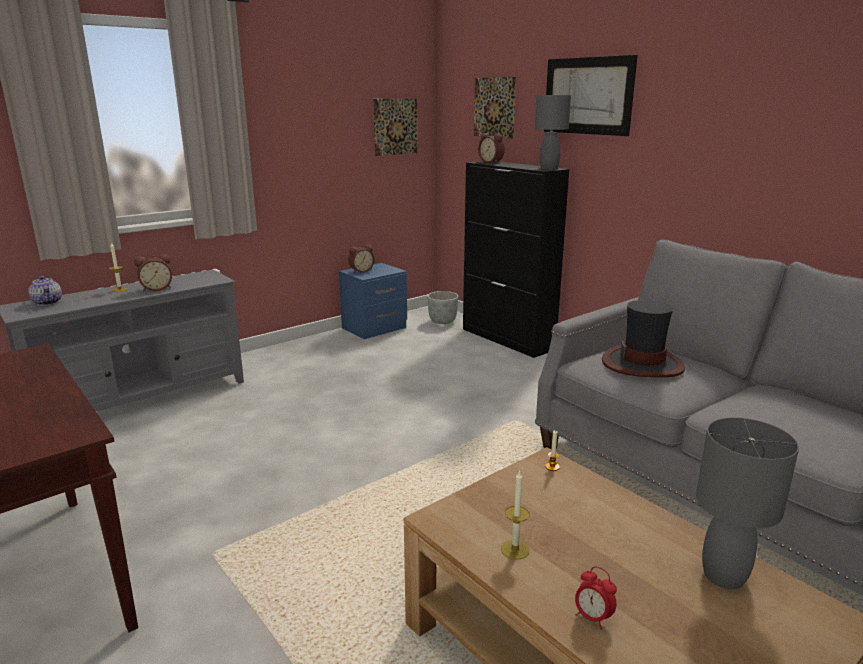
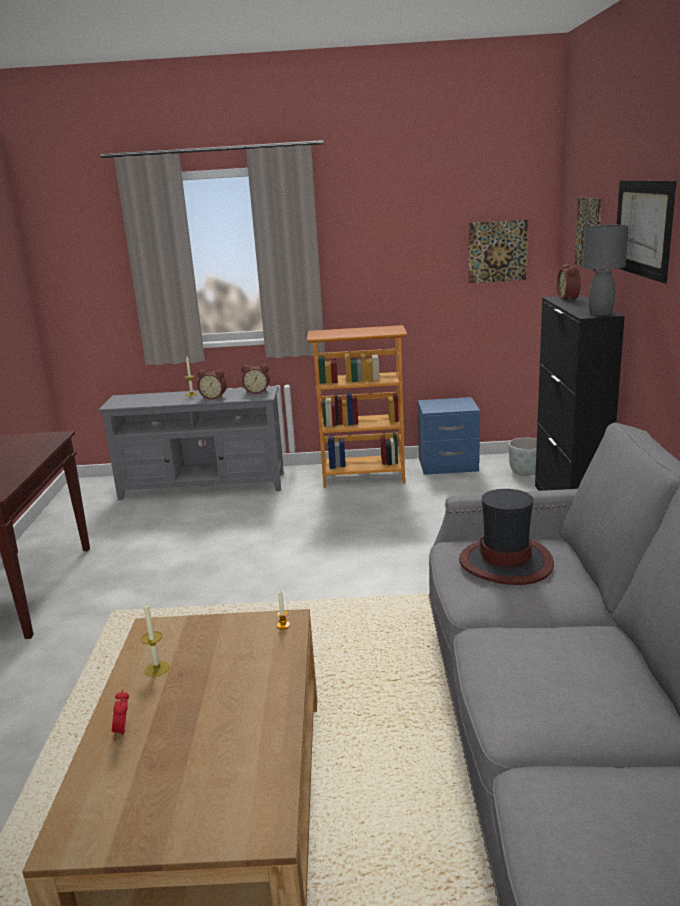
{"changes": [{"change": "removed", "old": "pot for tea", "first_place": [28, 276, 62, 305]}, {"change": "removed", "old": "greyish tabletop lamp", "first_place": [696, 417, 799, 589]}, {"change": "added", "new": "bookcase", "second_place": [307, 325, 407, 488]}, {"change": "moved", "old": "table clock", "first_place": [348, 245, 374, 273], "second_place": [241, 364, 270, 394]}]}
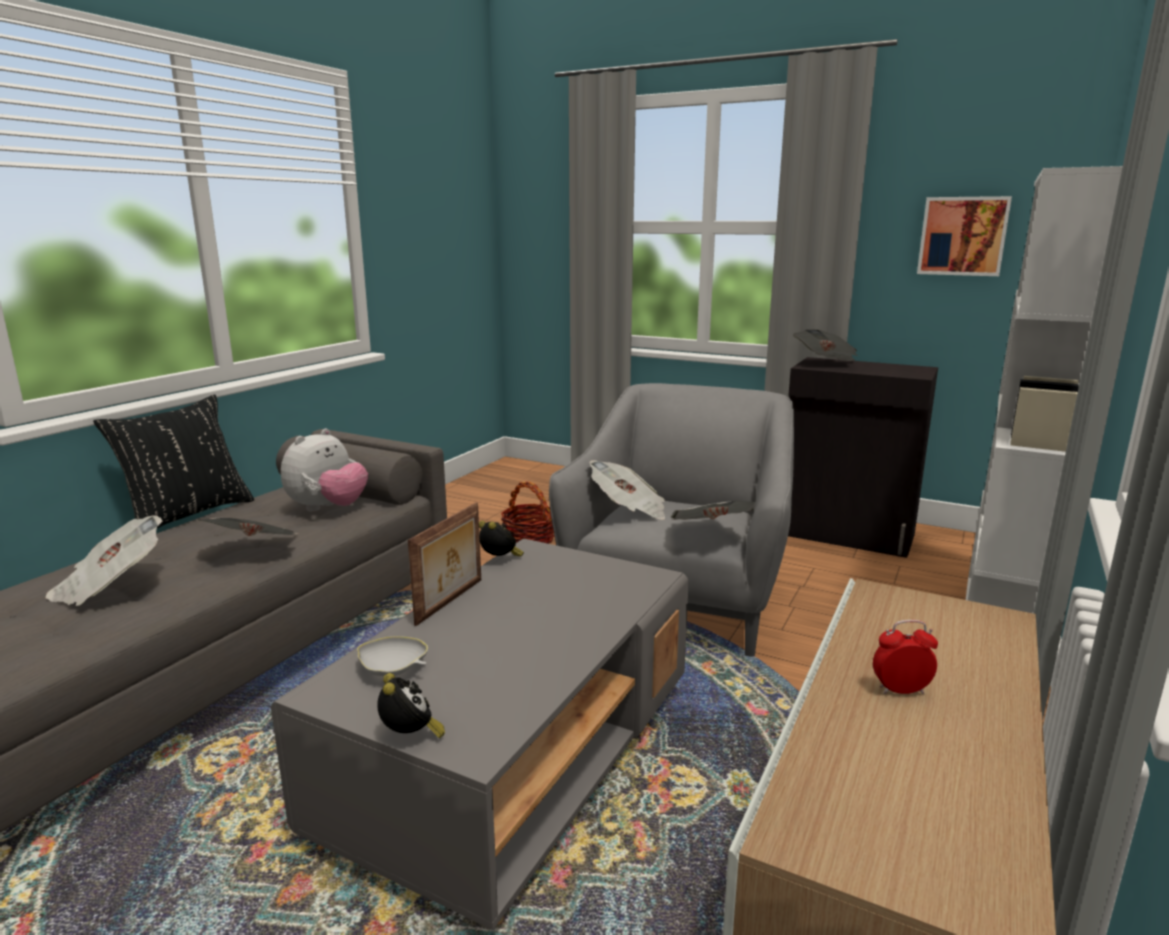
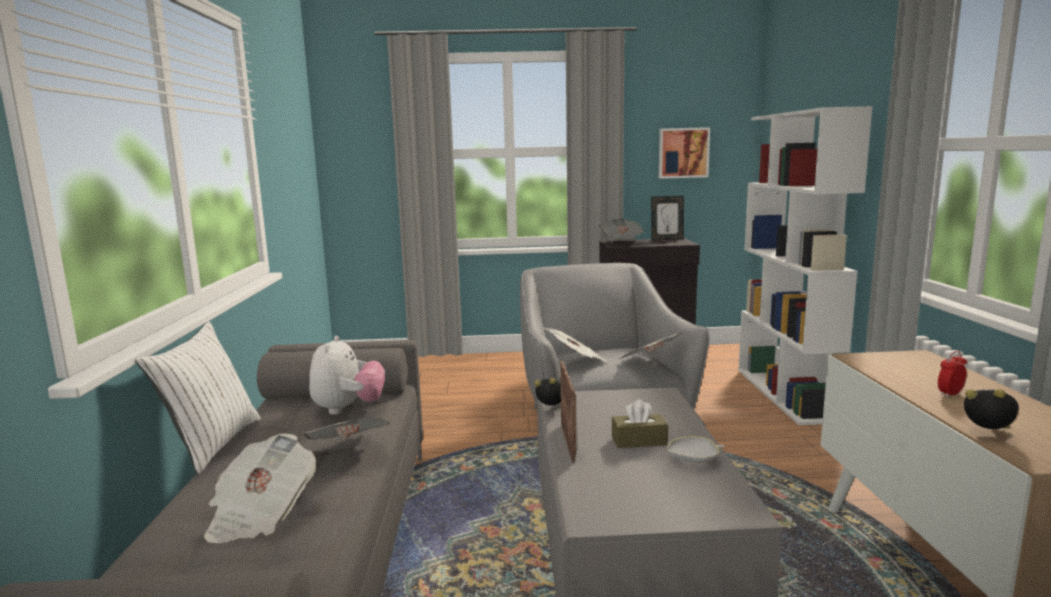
{"changes": [{"change": "removed", "old": "basket", "first_place": [501, 482, 554, 544]}, {"change": "added", "new": "brown box of tissues", "second_place": [612, 399, 668, 448]}, {"change": "added", "new": "standing frame", "second_place": [651, 196, 684, 240]}, {"change": "moved", "old": "white-coloured serving bowl", "first_place": [357, 636, 428, 676], "second_place": [667, 436, 725, 464]}, {"change": "moved", "old": "table clock", "first_place": [377, 673, 445, 738], "second_place": [964, 389, 1019, 429]}, {"change": "recoloured", "old": "black cushion", "new": "white-coloured cushion", "first_place": [93, 395, 255, 528], "second_place": [135, 321, 261, 474]}]}
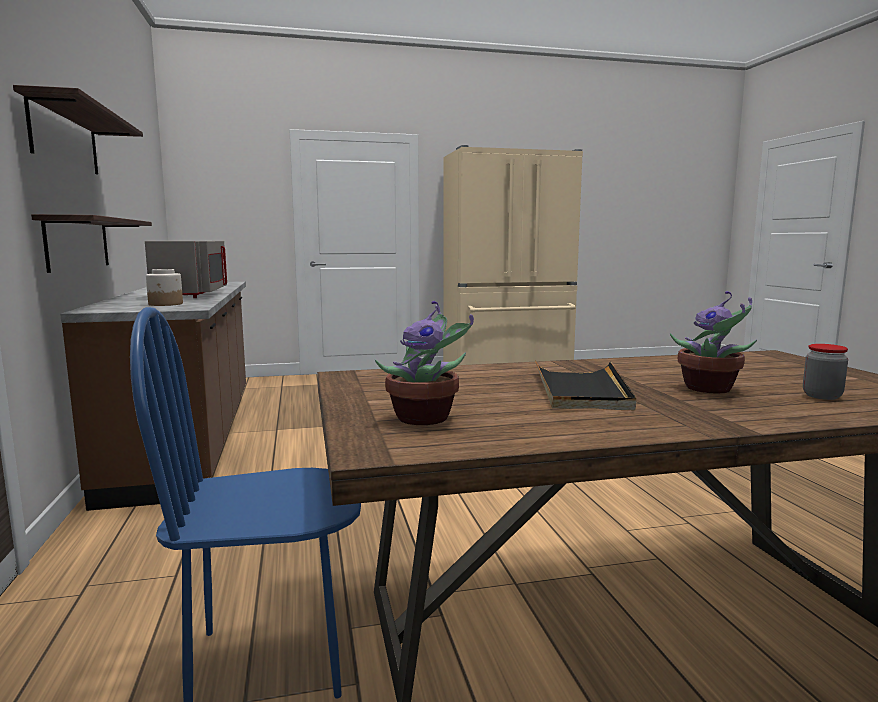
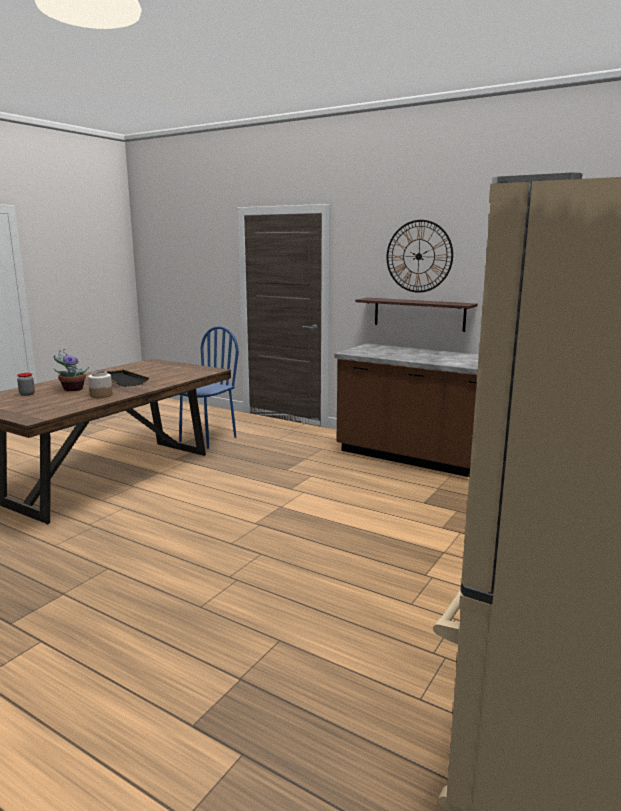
{"changes": [{"change": "removed", "old": "greyish microwave", "first_place": [145, 241, 227, 298]}, {"change": "removed", "old": "potted plant", "first_place": [375, 301, 474, 425]}, {"change": "moved", "old": "jar", "first_place": [146, 269, 183, 306], "second_place": [88, 371, 113, 398]}, {"change": "replaced", "old": "shelf", "new": "hanging clock", "first_place": [13, 85, 143, 174], "second_place": [387, 220, 453, 293]}]}
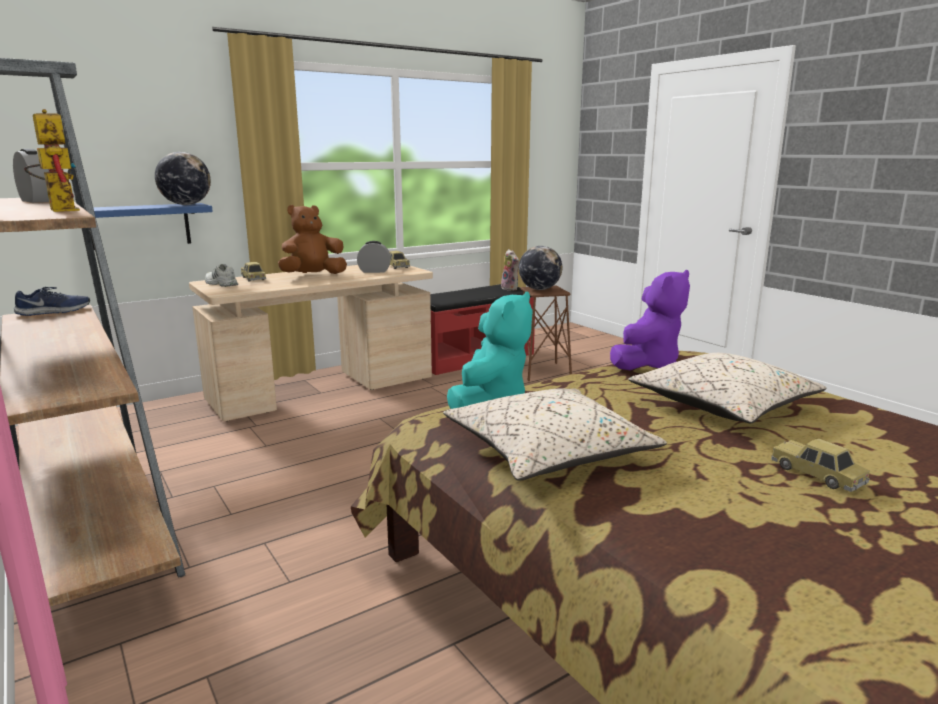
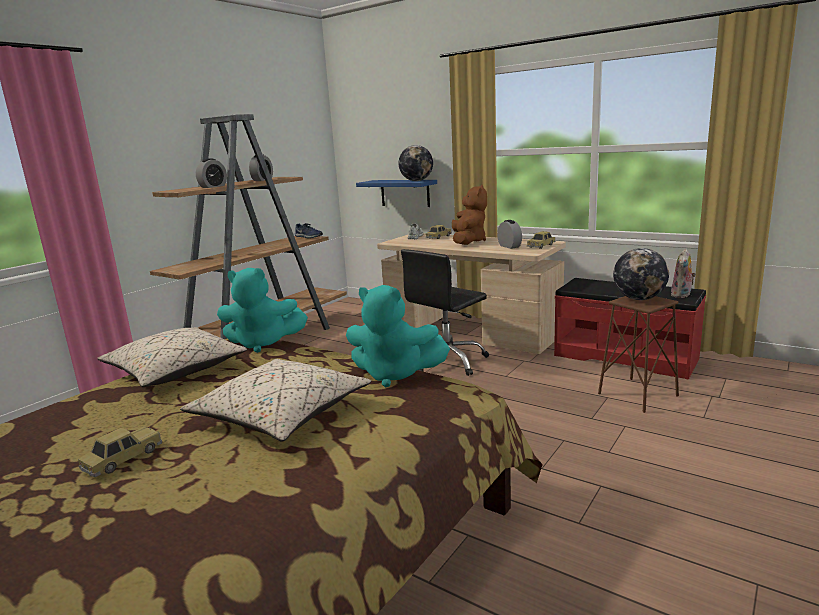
{"changes": [{"change": "added", "new": "black desk chair", "second_place": [401, 249, 489, 376]}, {"change": "replaced", "old": "robot figure", "new": "table clock", "first_place": [24, 109, 80, 212], "second_place": [196, 158, 227, 188]}, {"change": "recoloured", "old": "purple cuddly toy", "new": "turquoise cuddly toy", "first_place": [610, 270, 690, 370], "second_place": [346, 285, 450, 388]}, {"change": "turned", "old": "brown cuddly toy", "first_place": [278, 205, 347, 274], "second_place": [452, 185, 487, 245], "degrees": 60}]}
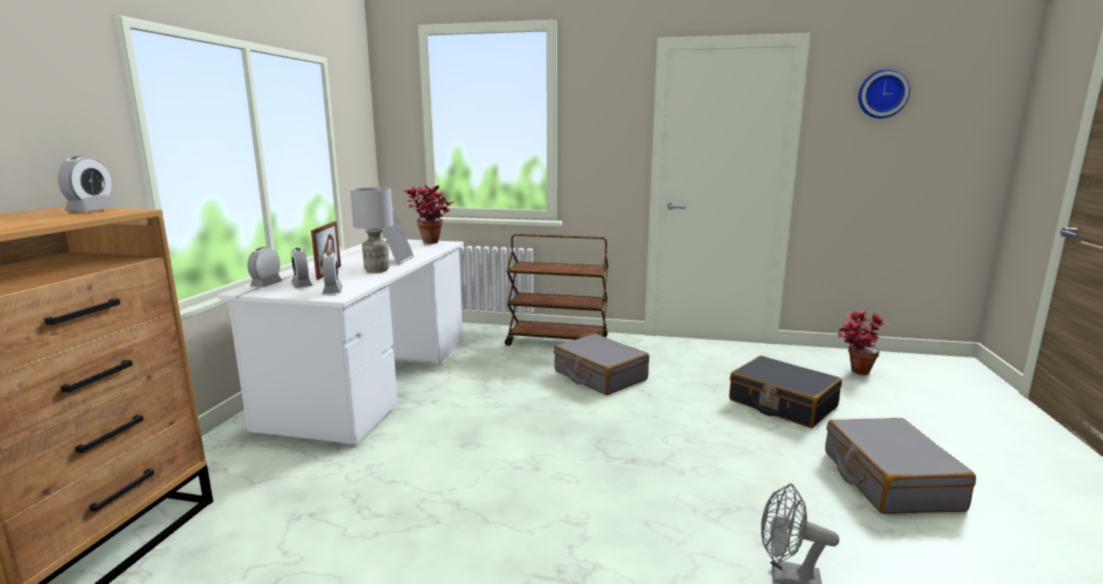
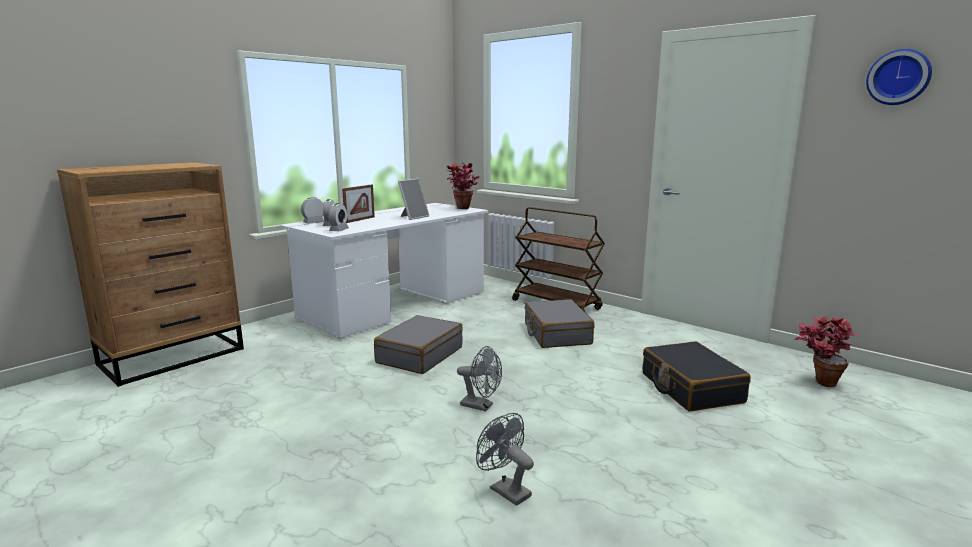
{"changes": [{"change": "removed", "old": "table clock", "first_place": [58, 156, 117, 211]}, {"change": "removed", "old": "greyish tabletop lamp", "first_place": [350, 187, 393, 273]}, {"change": "added", "new": "greyish cooling fan", "second_place": [457, 346, 502, 411]}, {"change": "moved", "old": "greyish piece of luggage", "first_place": [825, 418, 976, 514], "second_place": [374, 315, 463, 374]}]}
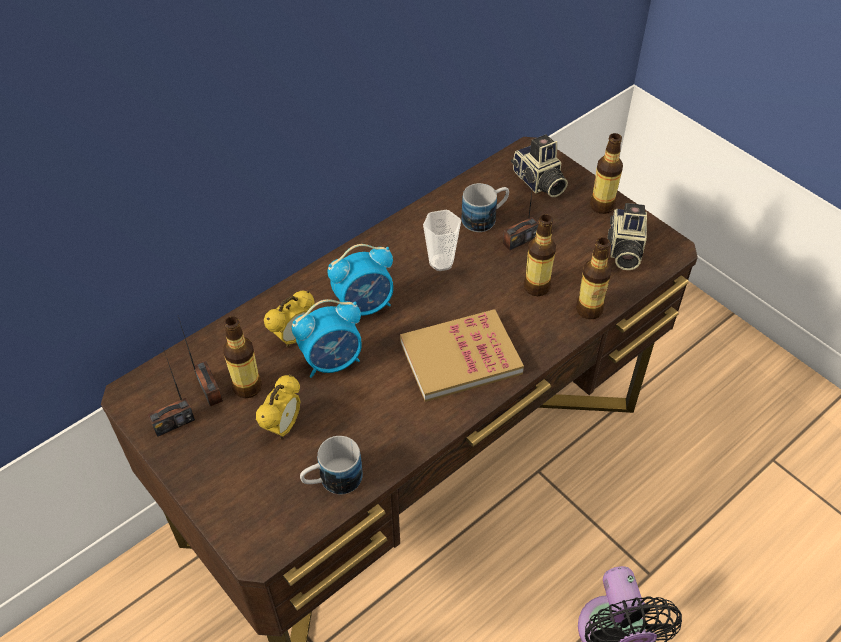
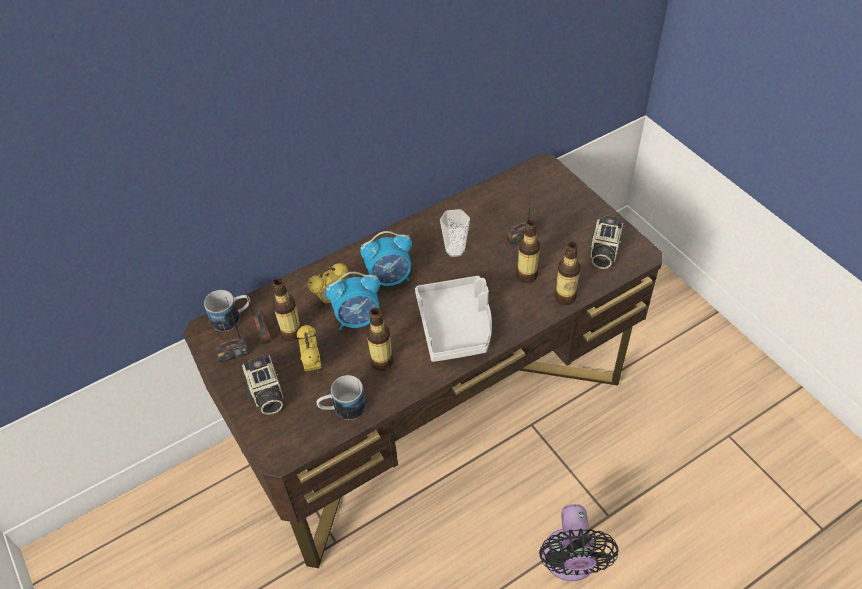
{"changes": [{"change": "moved", "old": "mug", "first_place": [462, 183, 509, 232], "second_place": [204, 290, 250, 331]}, {"change": "moved", "old": "photo camera", "first_place": [511, 134, 568, 197], "second_place": [242, 355, 283, 415]}, {"change": "moved", "old": "bottle", "first_place": [590, 133, 623, 214], "second_place": [367, 308, 394, 371]}, {"change": "replaced", "old": "bound book", "new": "greyish serving tray", "first_place": [400, 309, 524, 402], "second_place": [415, 276, 492, 362]}, {"change": "turned", "old": "table clock", "first_place": [256, 374, 300, 439], "second_place": [297, 324, 322, 373], "degrees": -45}]}
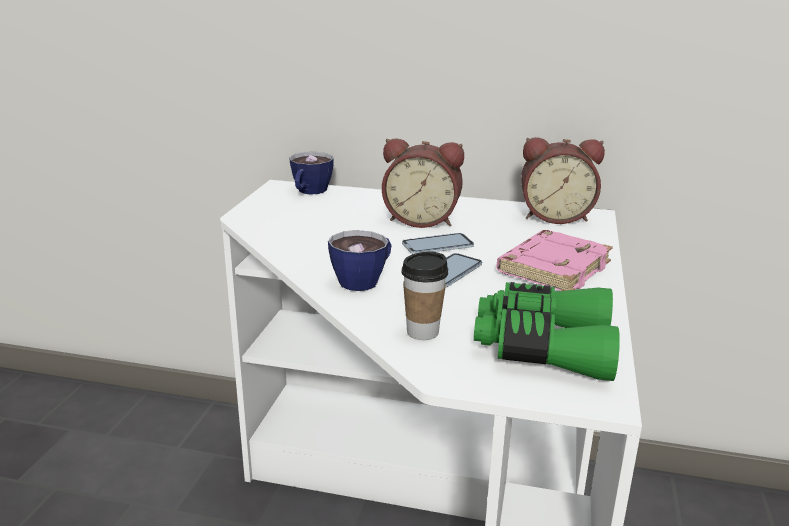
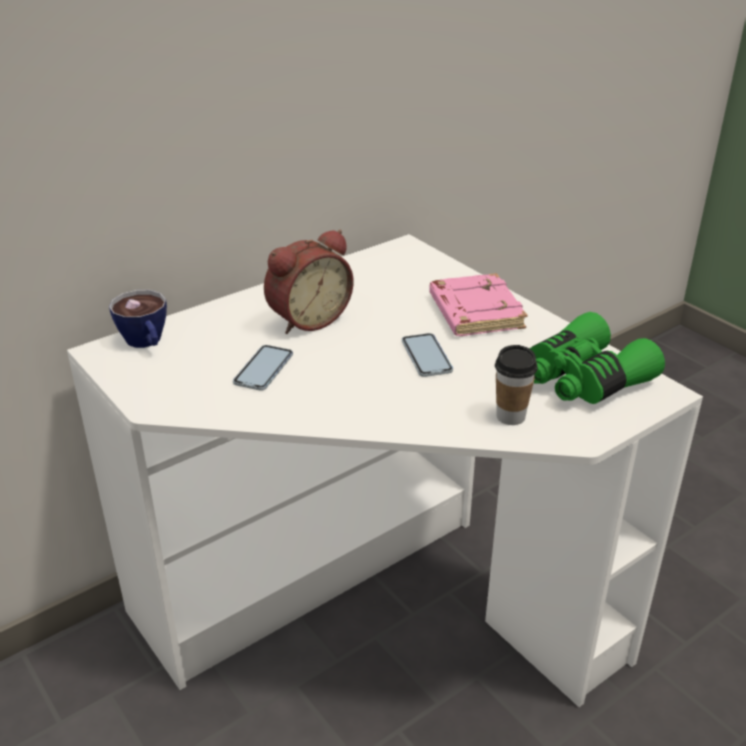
{"changes": [{"change": "removed", "old": "small cup", "first_place": [328, 230, 391, 291]}, {"change": "removed", "old": "table clock", "first_place": [521, 137, 605, 224]}, {"change": "moved", "old": "phone", "first_place": [402, 233, 474, 254], "second_place": [233, 345, 293, 391]}]}
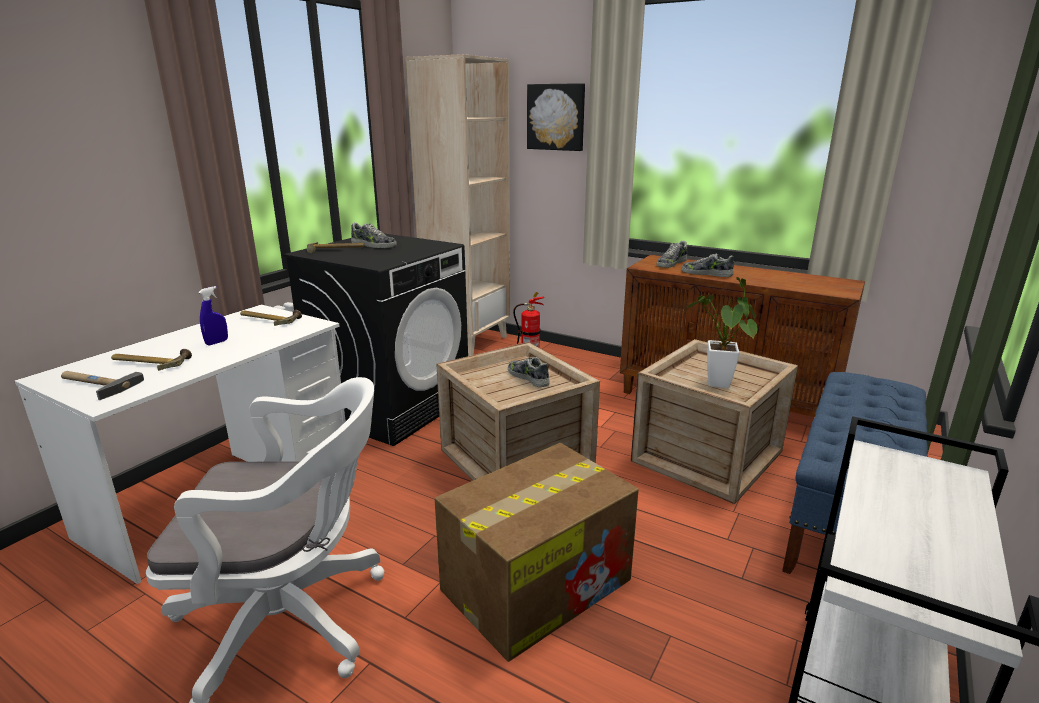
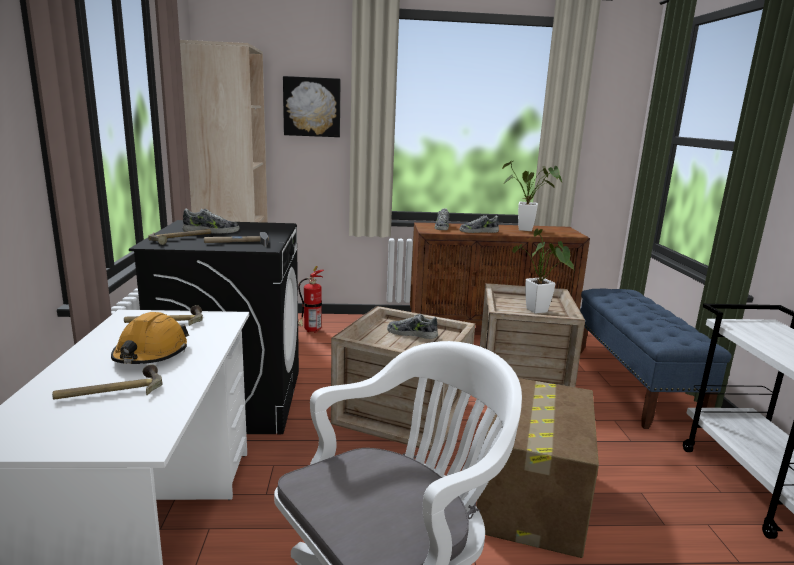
{"changes": [{"change": "added", "new": "potted plant", "second_place": [502, 160, 562, 231]}, {"change": "moved", "old": "hand hammer", "first_place": [61, 371, 144, 400], "second_place": [204, 232, 269, 247]}, {"change": "replaced", "old": "blue-coloured sprayer", "new": "orange-coloured hard hat", "first_place": [198, 286, 228, 345], "second_place": [111, 312, 189, 364]}]}
